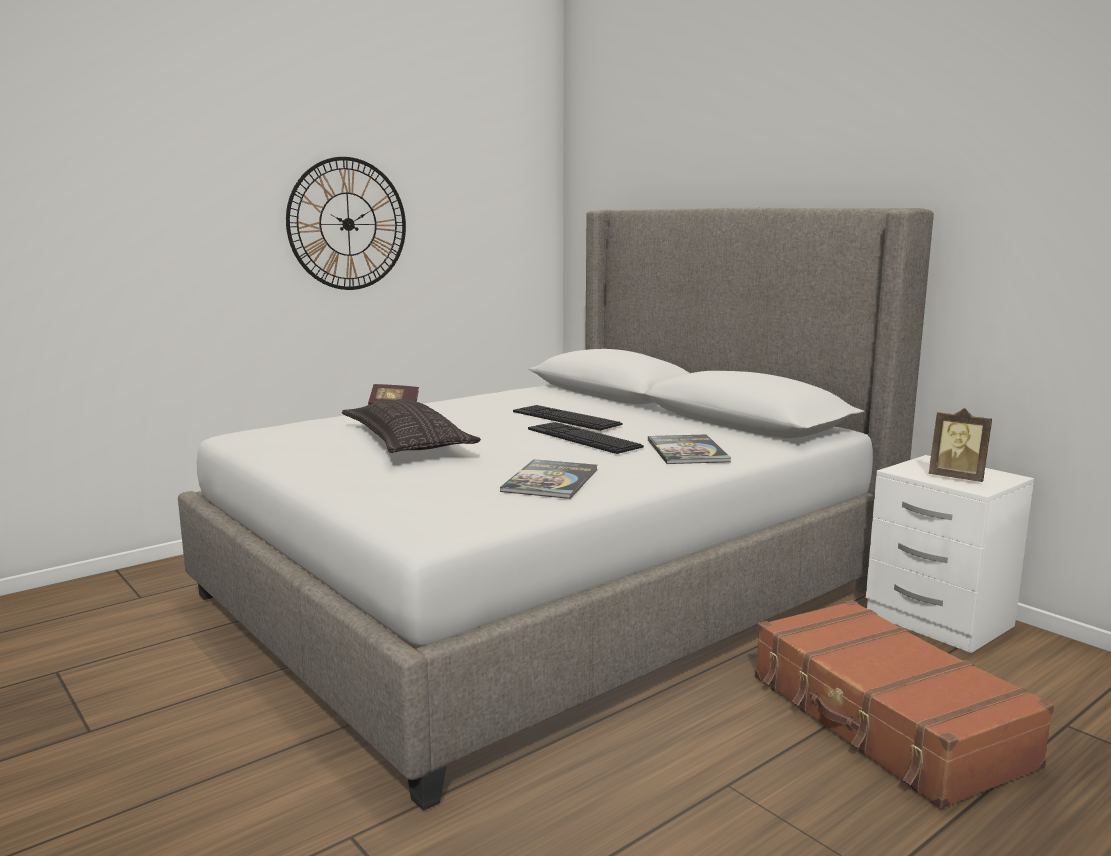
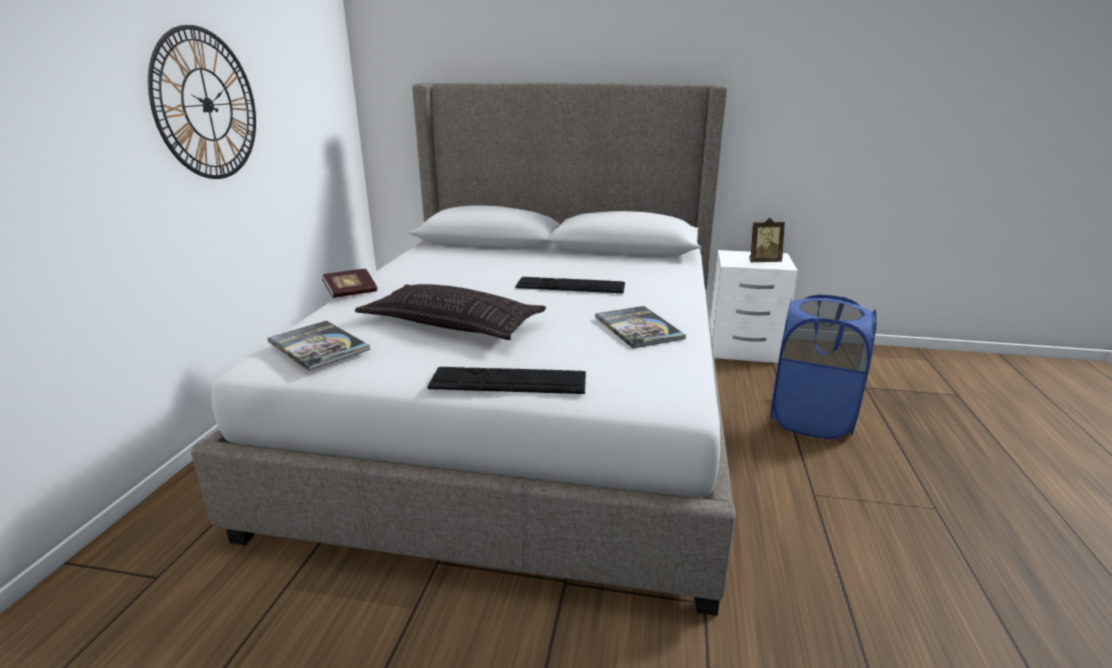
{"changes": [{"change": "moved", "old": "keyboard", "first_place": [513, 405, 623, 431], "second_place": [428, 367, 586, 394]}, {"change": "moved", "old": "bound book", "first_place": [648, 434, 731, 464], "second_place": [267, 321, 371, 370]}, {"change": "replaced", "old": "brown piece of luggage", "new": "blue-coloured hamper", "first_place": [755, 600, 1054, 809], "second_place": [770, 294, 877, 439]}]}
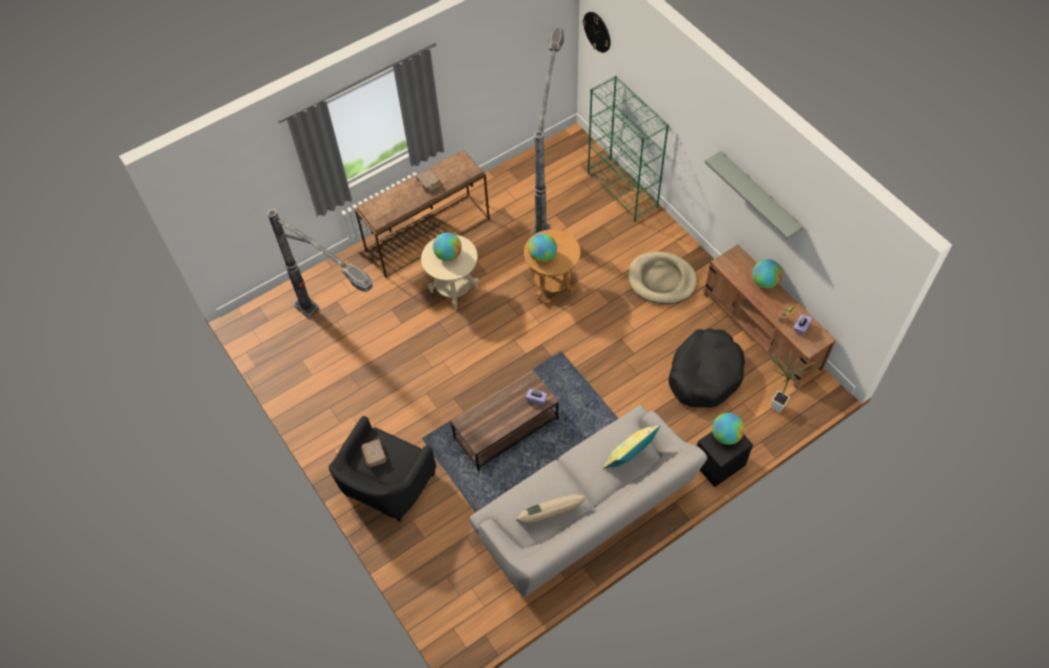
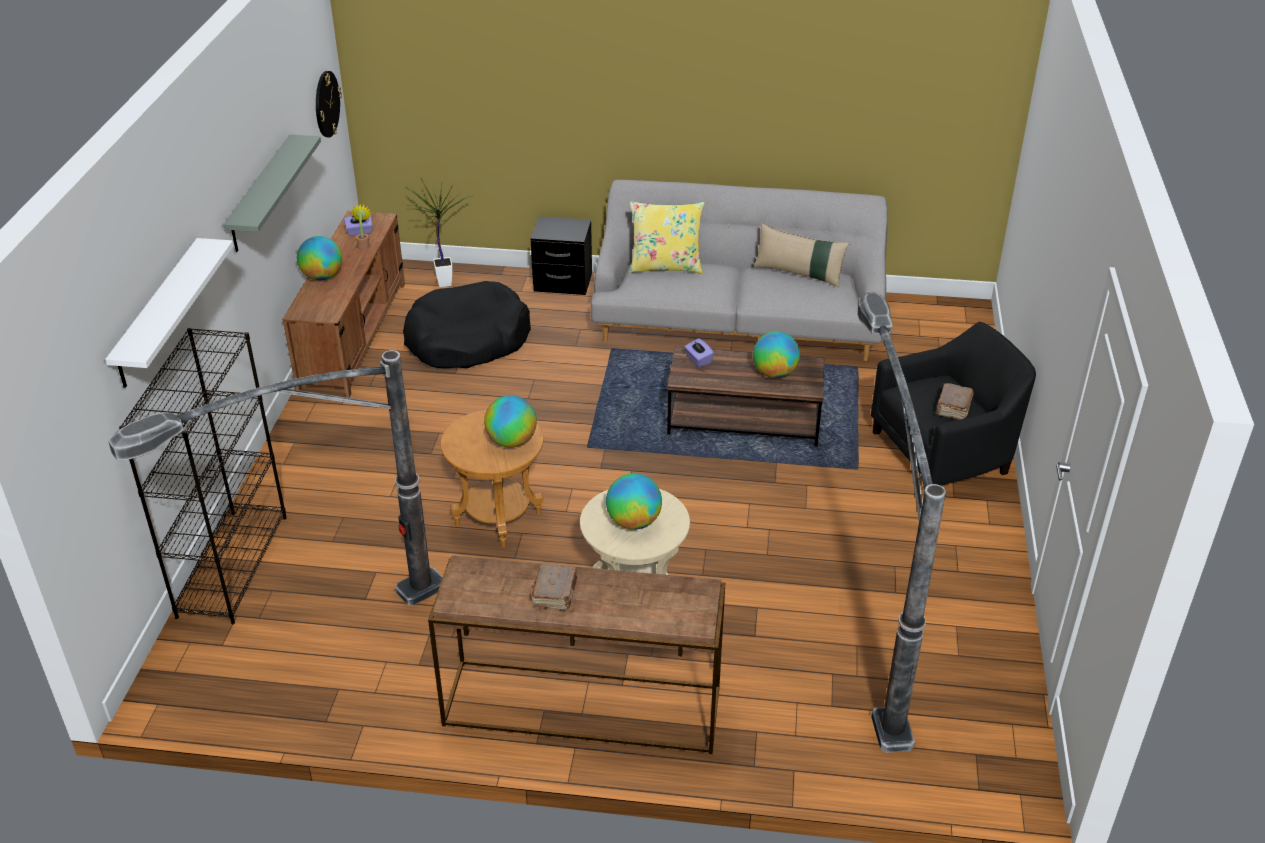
{"changes": [{"change": "removed", "old": "beige-coloured dog bed", "first_place": [628, 252, 697, 304]}, {"change": "added", "new": "white-coloured shelf", "second_place": [105, 238, 234, 388]}, {"change": "moved", "old": "hanging clock", "first_place": [582, 12, 611, 53], "second_place": [316, 71, 342, 137]}, {"change": "moved", "old": "desk globe", "first_place": [712, 413, 745, 445], "second_place": [753, 331, 800, 378]}, {"change": "recoloured", "old": "greenish bookcase", "new": "black bookcase", "first_place": [588, 76, 669, 221], "second_place": [119, 328, 287, 624]}]}
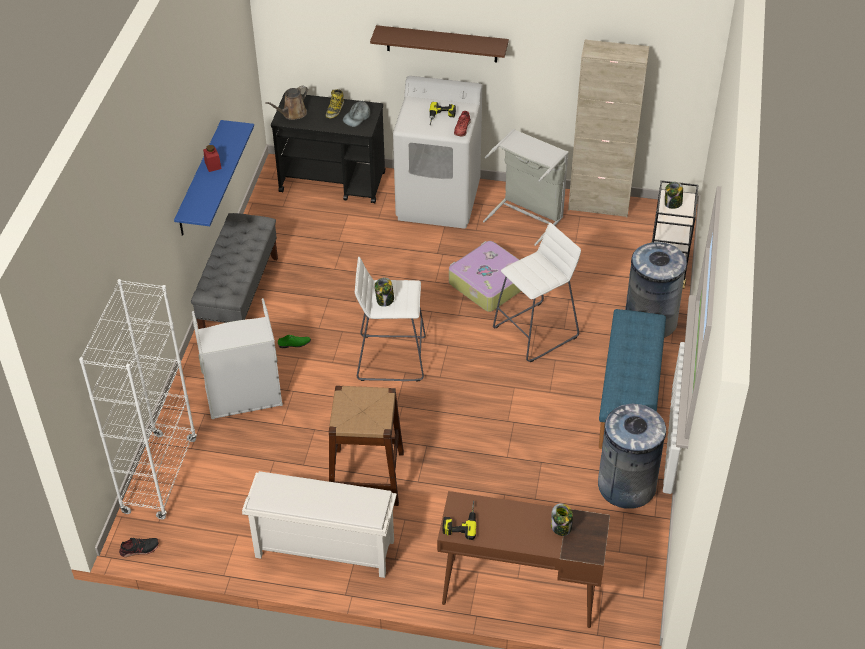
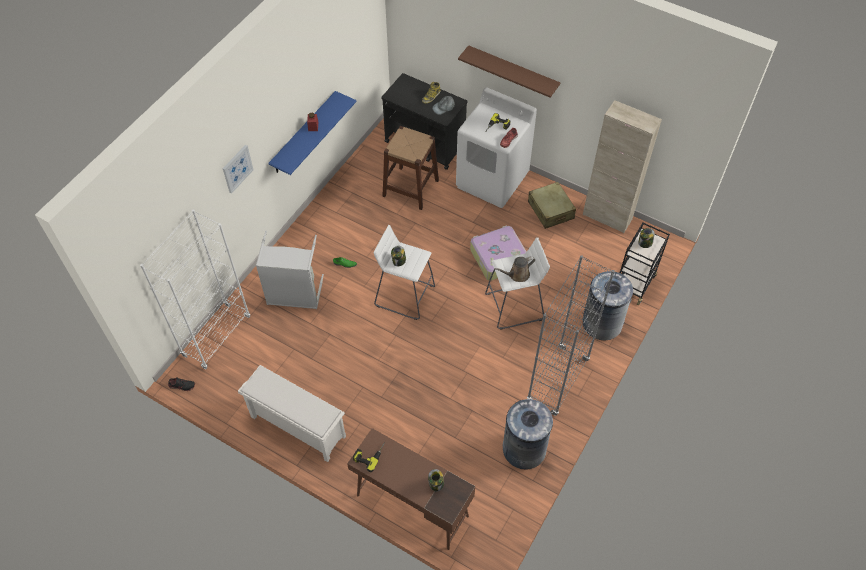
{"changes": [{"change": "removed", "old": "greyish long seat", "first_place": [191, 213, 278, 329]}, {"change": "added", "new": "picture", "second_place": [223, 145, 254, 193]}, {"change": "moved", "old": "brown sprinkling can", "first_place": [265, 86, 308, 120], "second_place": [495, 256, 535, 282]}, {"change": "moved", "old": "brown sitting stool", "first_place": [329, 386, 404, 506], "second_place": [382, 126, 439, 210]}, {"change": "replaced", "old": "greyish hamper", "new": "beige-coloured piece of luggage", "first_place": [483, 129, 569, 246], "second_place": [528, 182, 576, 229]}, {"change": "replaced", "old": "blue-coloured long seat", "new": "greyish bookcase", "first_place": [599, 309, 666, 449], "second_place": [527, 255, 615, 416]}]}
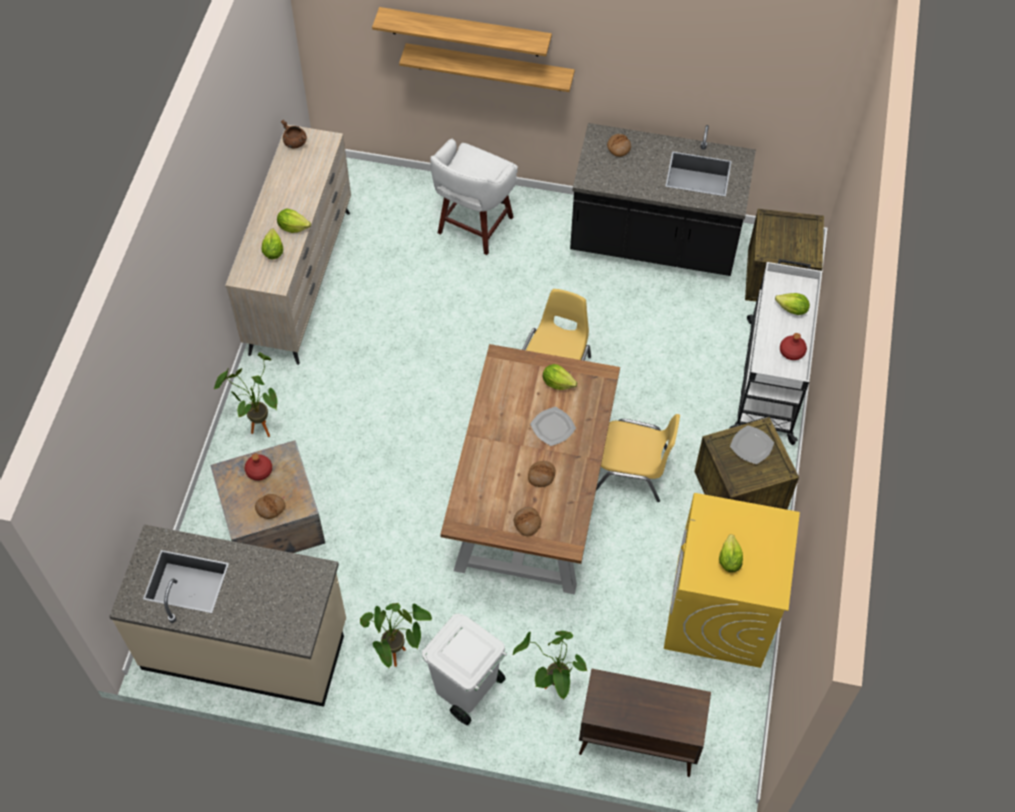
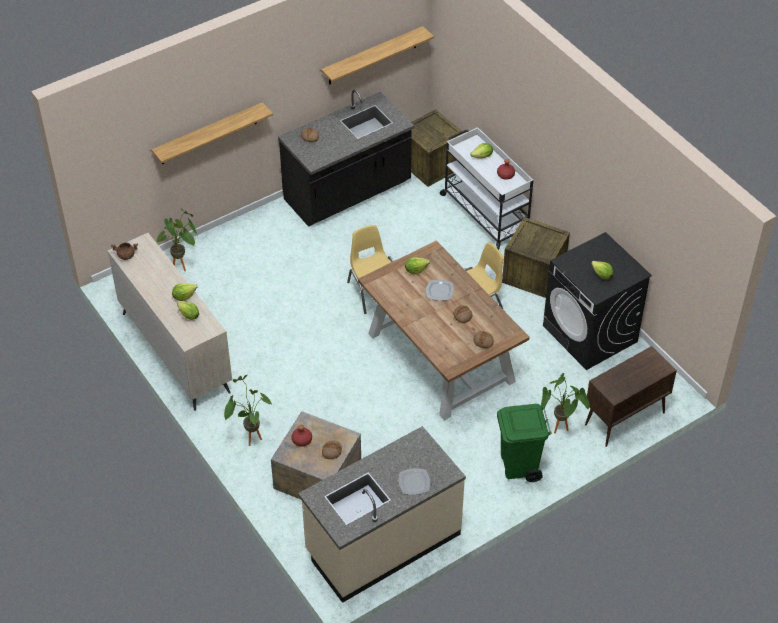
{"changes": [{"change": "removed", "old": "white-coloured sitting stool", "first_place": [430, 139, 518, 255]}, {"change": "moved", "old": "potted plant", "first_place": [360, 603, 432, 668], "second_place": [156, 209, 197, 271]}, {"change": "moved", "old": "shelf", "first_place": [372, 7, 552, 56], "second_place": [321, 26, 434, 85]}, {"change": "moved", "old": "flat dish", "first_place": [730, 425, 774, 464], "second_place": [398, 468, 430, 495]}, {"change": "recoloured", "old": "white-coloured rubbish bin", "new": "greenish rubbish bin", "first_place": [422, 614, 507, 725], "second_place": [497, 404, 551, 482]}, {"change": "recoloured", "old": "yellow washing machine", "new": "black washing machine", "first_place": [664, 493, 800, 668], "second_place": [543, 232, 652, 370]}]}
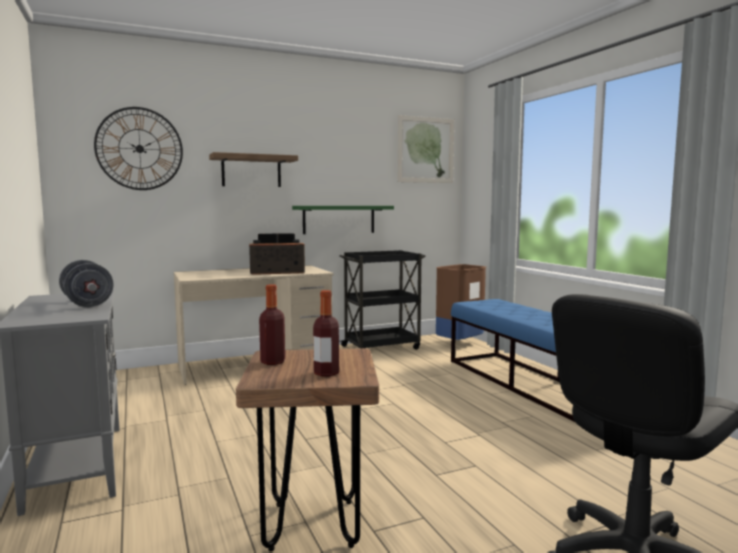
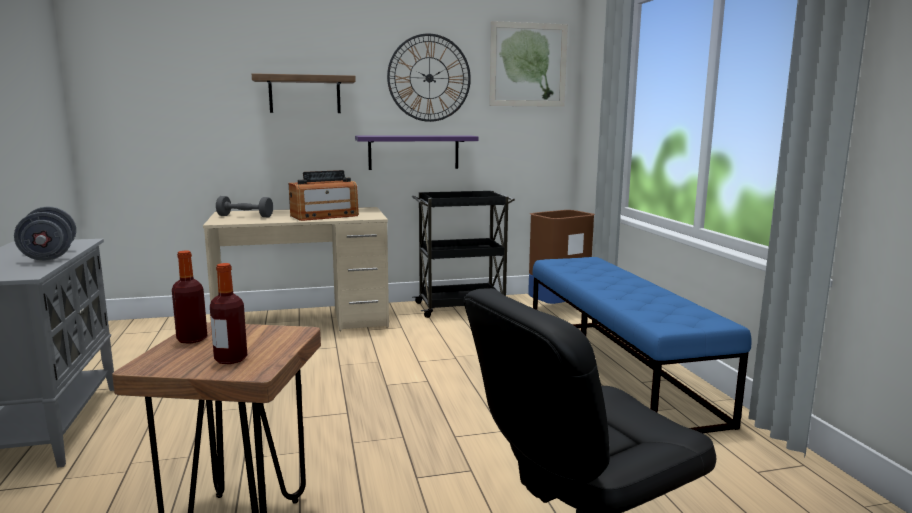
{"changes": [{"change": "added", "new": "greyish free weight", "second_place": [216, 196, 273, 217]}, {"change": "moved", "old": "hanging clock", "first_place": [94, 107, 183, 190], "second_place": [387, 33, 471, 122]}, {"change": "recoloured", "old": "greenish shelf", "new": "purple shelf", "first_place": [292, 206, 394, 234], "second_place": [355, 135, 478, 170]}, {"change": "turned", "old": "radio", "first_place": [249, 233, 305, 275], "second_place": [289, 170, 359, 221], "degrees": 150}]}
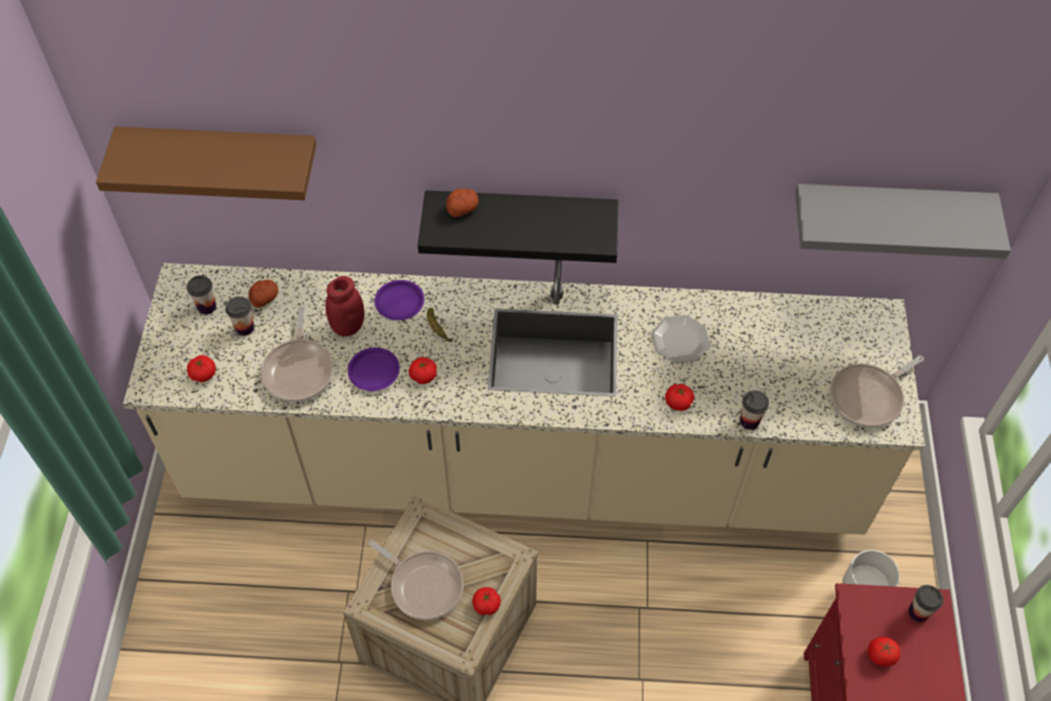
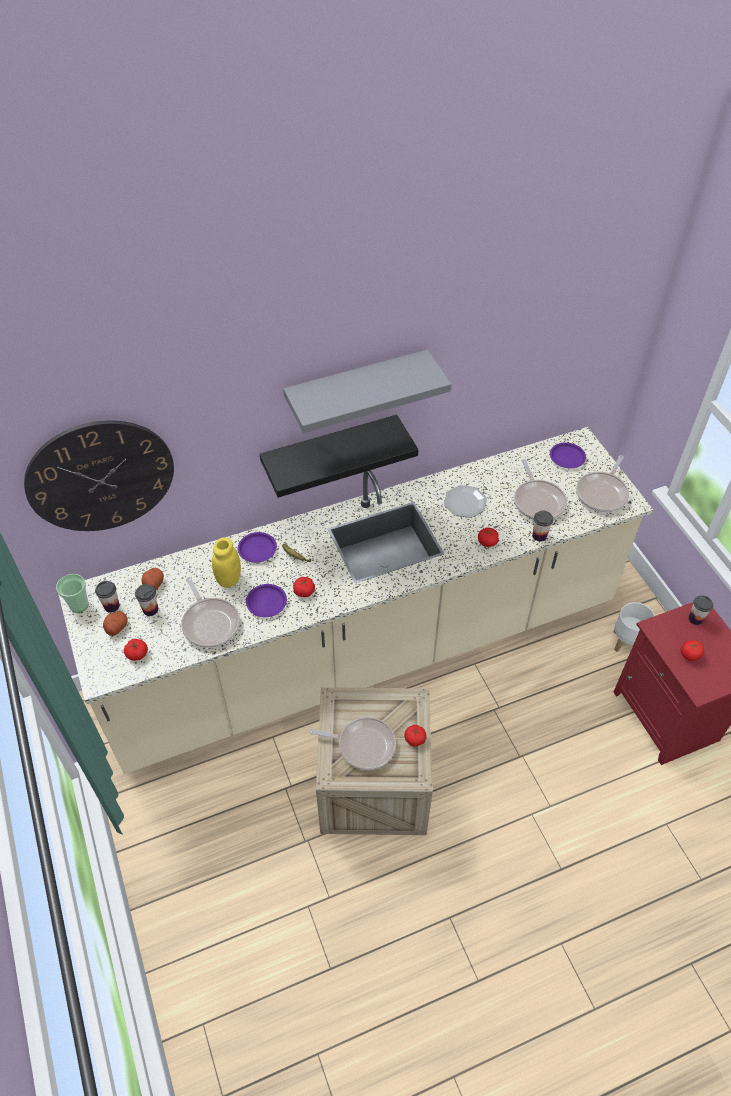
{"changes": [{"change": "added", "new": "small cup", "second_place": [56, 574, 89, 613]}, {"change": "added", "new": "skillet", "second_place": [514, 459, 567, 520]}, {"change": "added", "new": "purple flat dish", "second_place": [550, 442, 586, 468]}, {"change": "moved", "old": "potato", "first_place": [446, 189, 479, 217], "second_place": [103, 611, 128, 636]}, {"change": "moved", "old": "greyish shelf", "first_place": [795, 184, 1011, 259], "second_place": [283, 350, 452, 433]}, {"change": "replaced", "old": "brown shelf", "new": "hanging clock", "first_place": [96, 127, 316, 200], "second_place": [24, 420, 174, 531]}, {"change": "recoloured", "old": "red jar", "new": "yellow jar", "first_place": [325, 276, 365, 337], "second_place": [212, 537, 241, 588]}]}
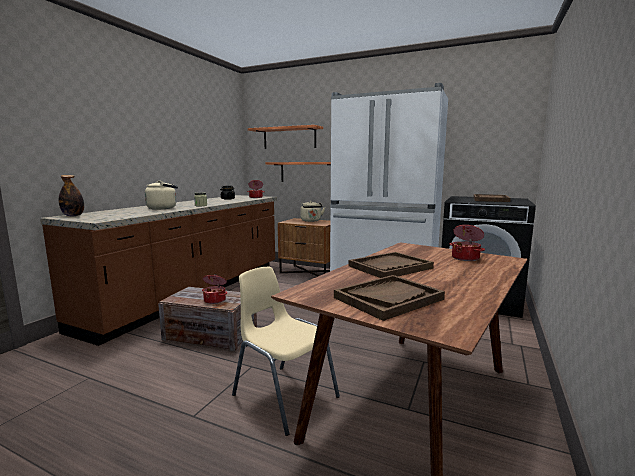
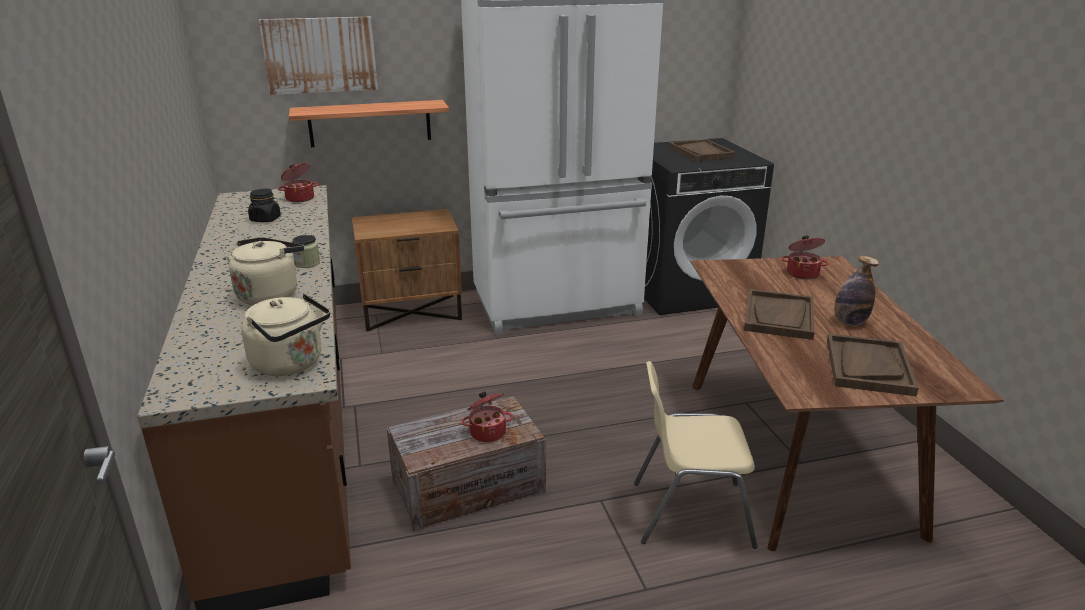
{"changes": [{"change": "moved", "old": "bottle", "first_place": [59, 175, 84, 216], "second_place": [834, 256, 879, 326]}, {"change": "moved", "old": "beige-coloured water kettle", "first_place": [300, 201, 325, 222], "second_place": [241, 293, 330, 376]}, {"change": "replaced", "old": "shelf", "new": "picture", "first_place": [248, 125, 323, 149], "second_place": [259, 16, 378, 95]}]}
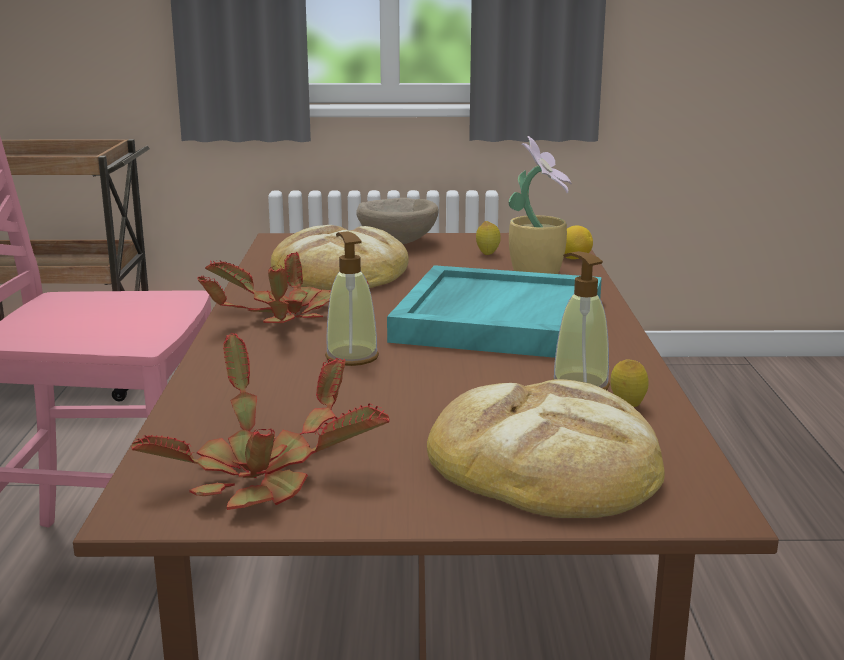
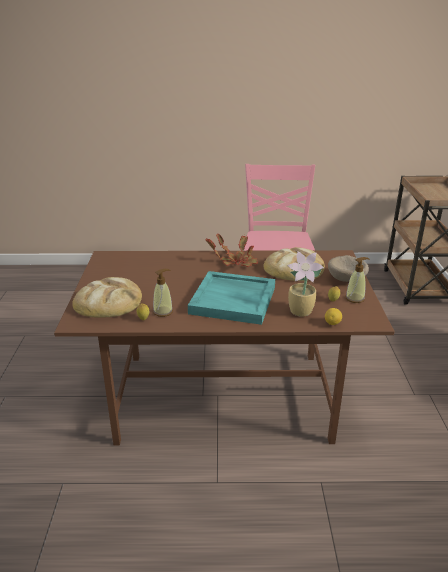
{"changes": [{"change": "removed", "old": "potted plant", "first_place": [131, 333, 390, 510]}, {"change": "moved", "old": "soap dispenser", "first_place": [325, 231, 379, 366], "second_place": [346, 257, 369, 303]}]}
